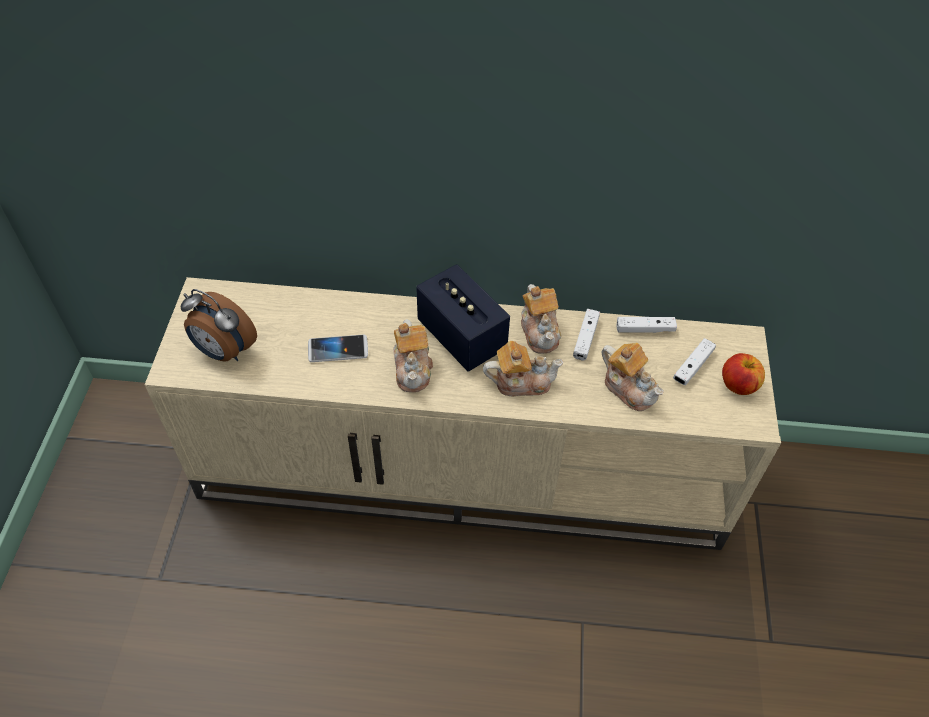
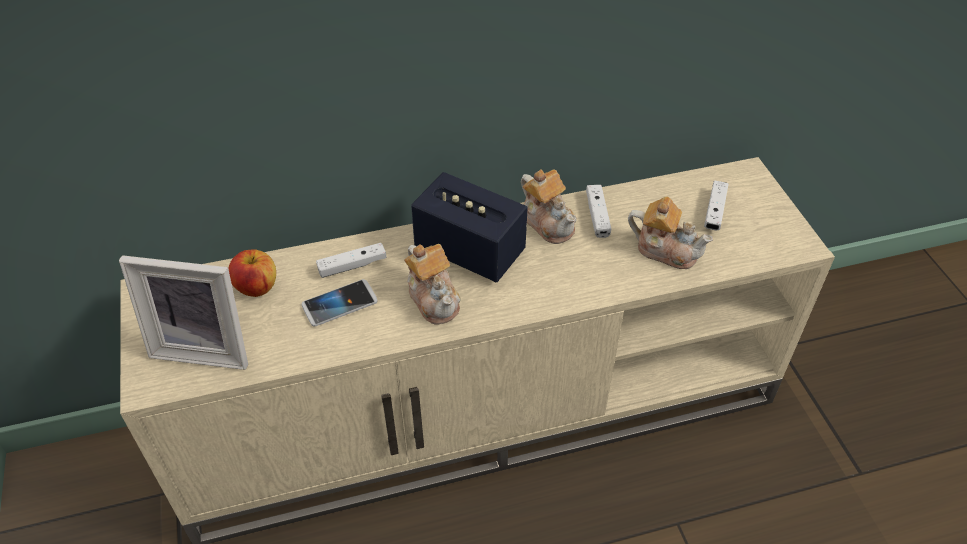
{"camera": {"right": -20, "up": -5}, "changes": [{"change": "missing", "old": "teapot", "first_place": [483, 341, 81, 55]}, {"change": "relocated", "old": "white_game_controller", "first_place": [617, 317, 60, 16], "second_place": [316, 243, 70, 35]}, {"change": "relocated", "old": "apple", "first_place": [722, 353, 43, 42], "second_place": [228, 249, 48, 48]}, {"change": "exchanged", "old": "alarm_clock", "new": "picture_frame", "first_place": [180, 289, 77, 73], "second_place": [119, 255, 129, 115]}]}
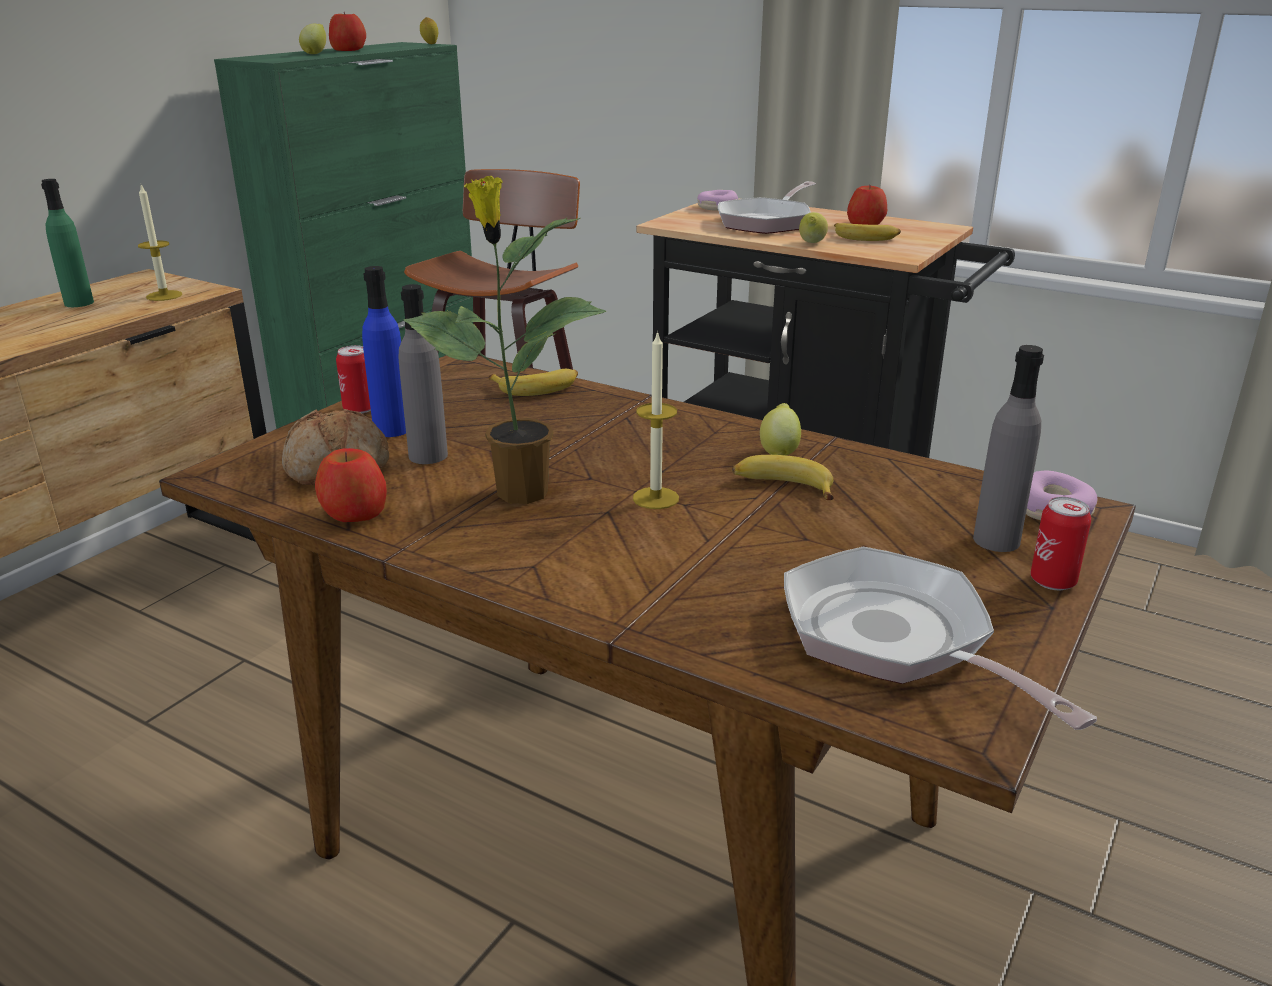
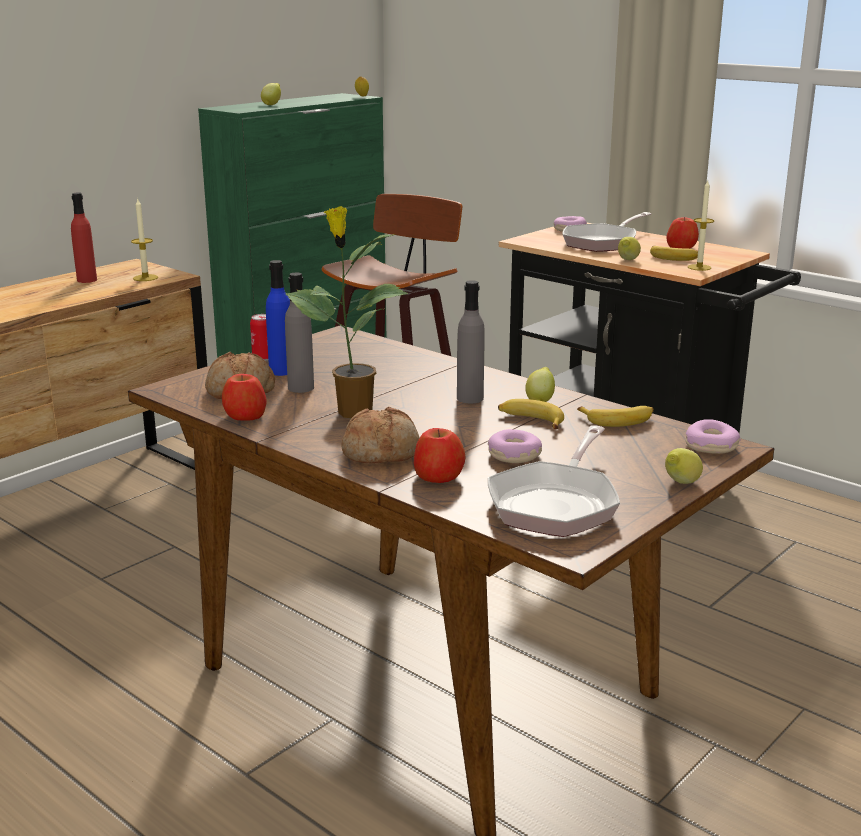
{"camera": {"right": 10, "up": -5}, "changes": [{"change": "appeared", "new": "bread", "second_place": [341, 407, 79, 56]}, {"change": "appeared", "new": "donut", "second_place": [488, 429, 54, 34]}, {"change": "relocated", "old": "apple", "first_place": [329, 11, 37, 40], "second_place": [414, 428, 52, 55]}, {"change": "relocated", "old": "banana", "first_place": [488, 369, 90, 27], "second_place": [577, 406, 77, 21]}, {"change": "relocated", "old": "candle", "first_place": [633, 331, 46, 178], "second_place": [688, 180, 26, 91]}, {"change": "relocated", "old": "grey_bottle", "first_place": [973, 345, 71, 207], "second_place": [457, 280, 28, 123]}, {"change": "exchanged", "old": "can", "new": "lemon", "first_place": [1030, 497, 61, 93], "second_place": [665, 448, 38, 36]}, {"change": "colour", "old": "green_bottle", "new": "red_bottle", "first_place": [41, 179, 53, 128], "second_place": [71, 193, 26, 90]}, {"change": "spun", "old": "frying_pan", "first_place": [784, 547, 313, 183], "second_place": [488, 425, 132, 112], "degrees": -135}]}
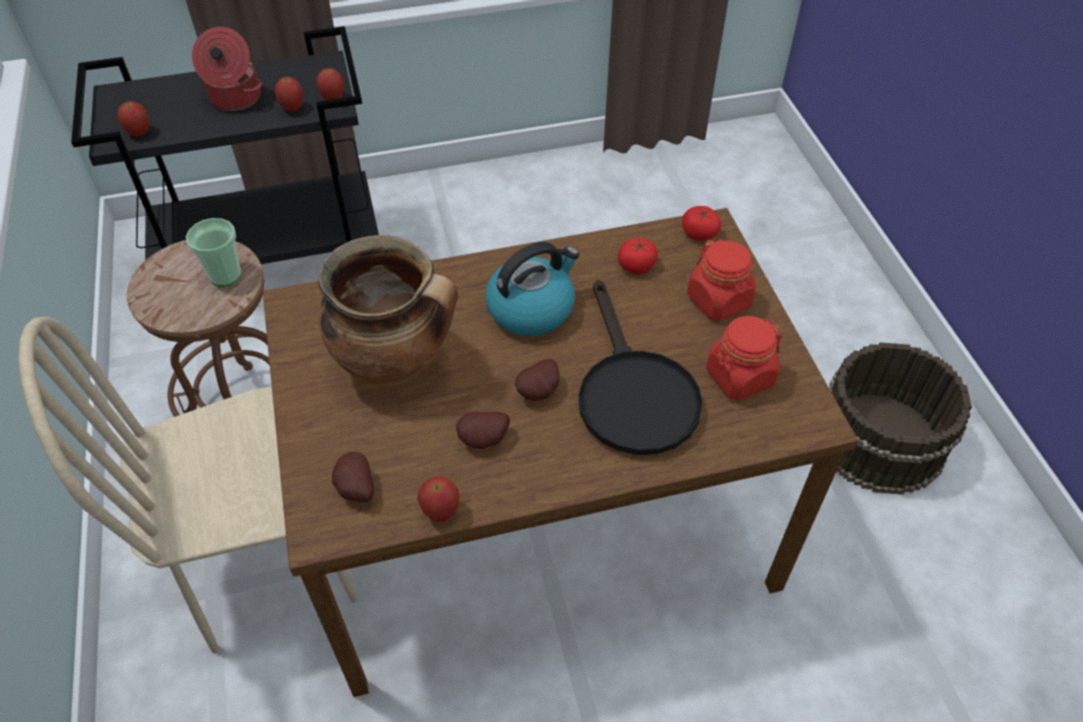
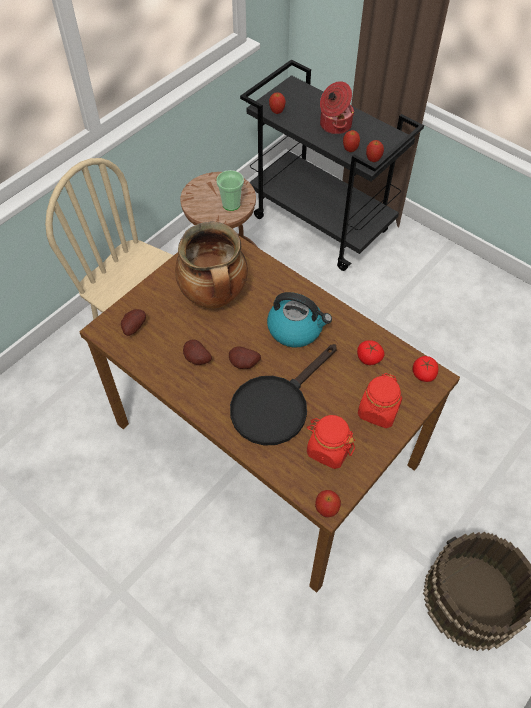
{"camera": {"right": 55, "up": 5}, "changes": [{"change": "relocated", "old": "apple", "first_place": [418, 477, 41, 45], "second_place": [315, 490, 26, 28]}]}
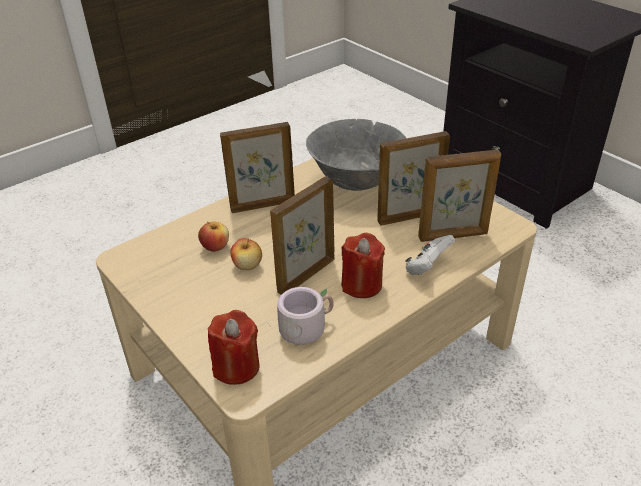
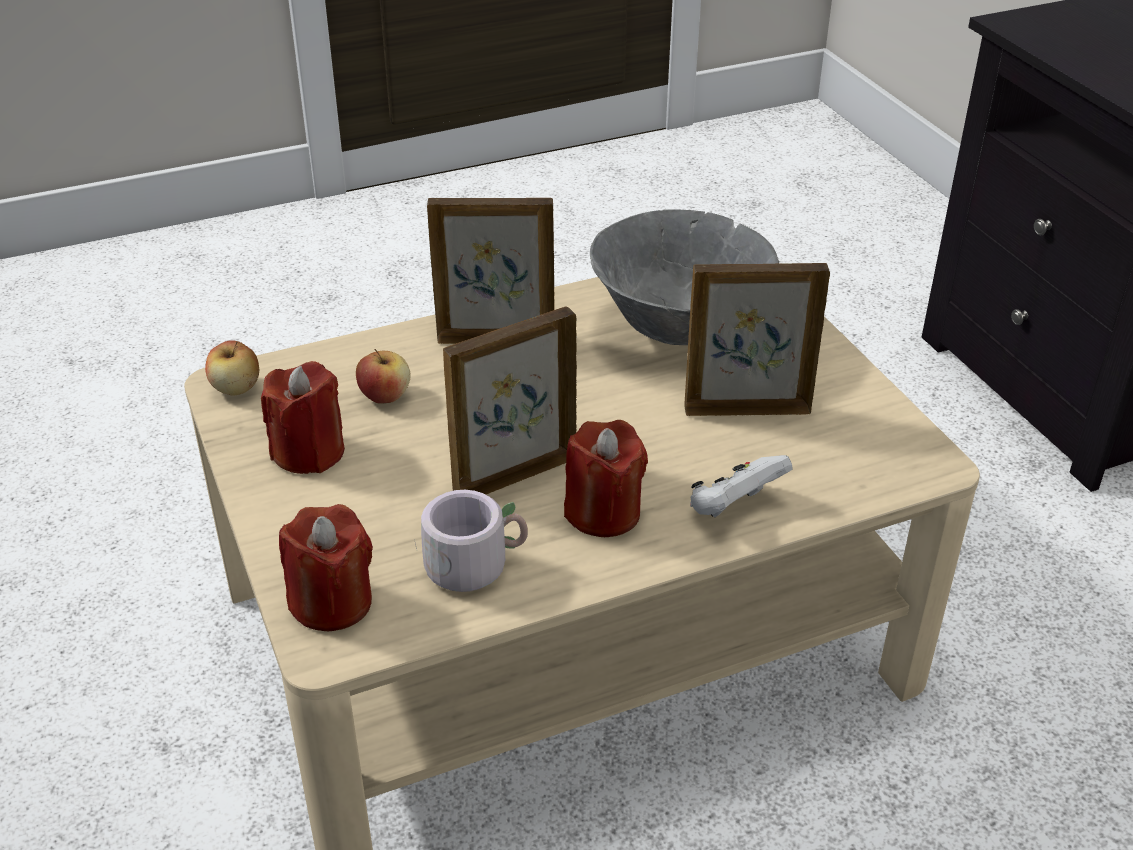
{"camera": {"right": 15, "up": 0}, "changes": [{"change": "missing", "old": "picture_frame", "first_place": [418, 150, 83, 92]}, {"change": "appeared", "new": "red_candle", "second_place": [261, 361, 84, 113]}, {"change": "relocated", "old": "apple", "first_place": [230, 238, 32, 32], "second_place": [205, 340, 54, 56]}]}
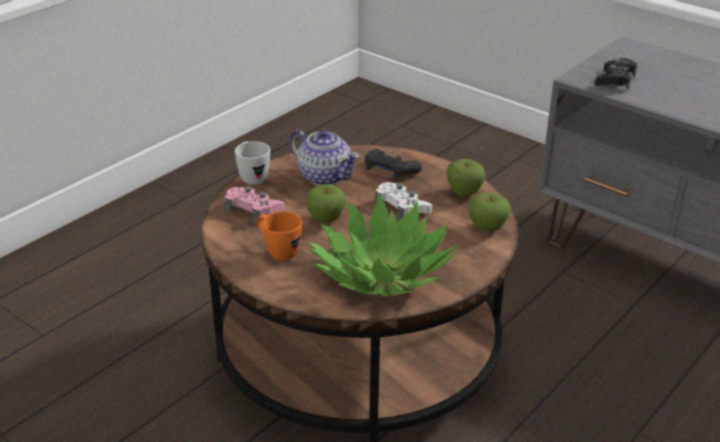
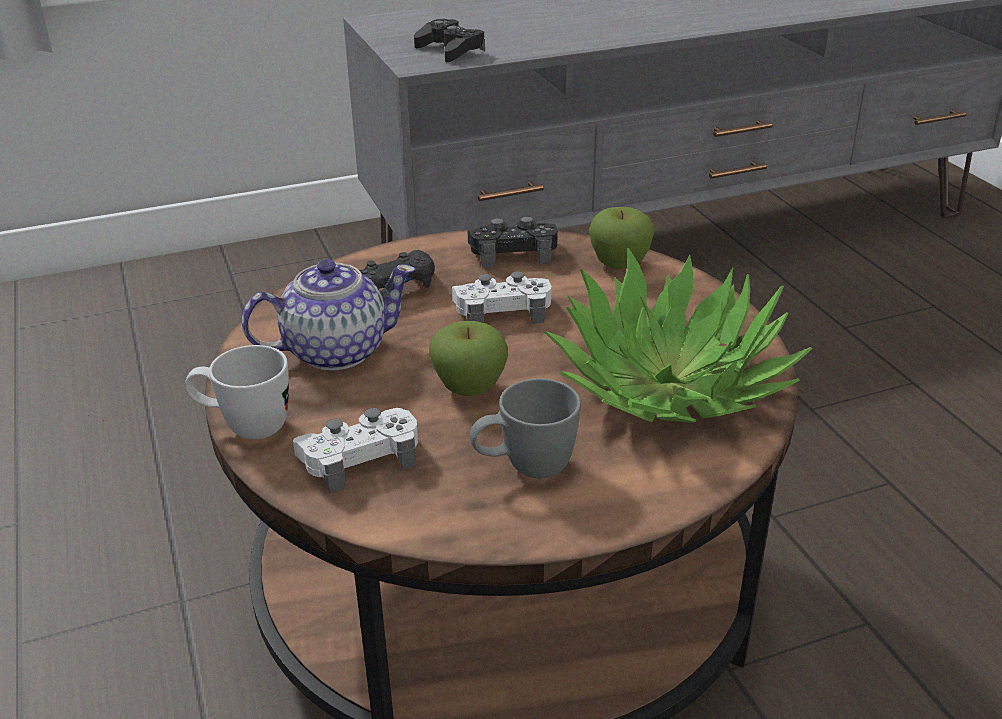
{"camera": {"right": -60, "up": 0}, "changes": [{"change": "exchanged", "old": "apple", "new": "black_game_controller", "first_place": [446, 159, 40, 38], "second_place": [468, 217, 90, 51]}, {"change": "colour", "old": "pink_game_controller", "new": "white_game_controller", "first_place": [225, 186, 60, 37], "second_place": [293, 408, 125, 85]}, {"change": "colour", "old": "orange_mug", "new": "grey_mug", "first_place": [257, 211, 45, 49], "second_place": [470, 378, 111, 100]}]}
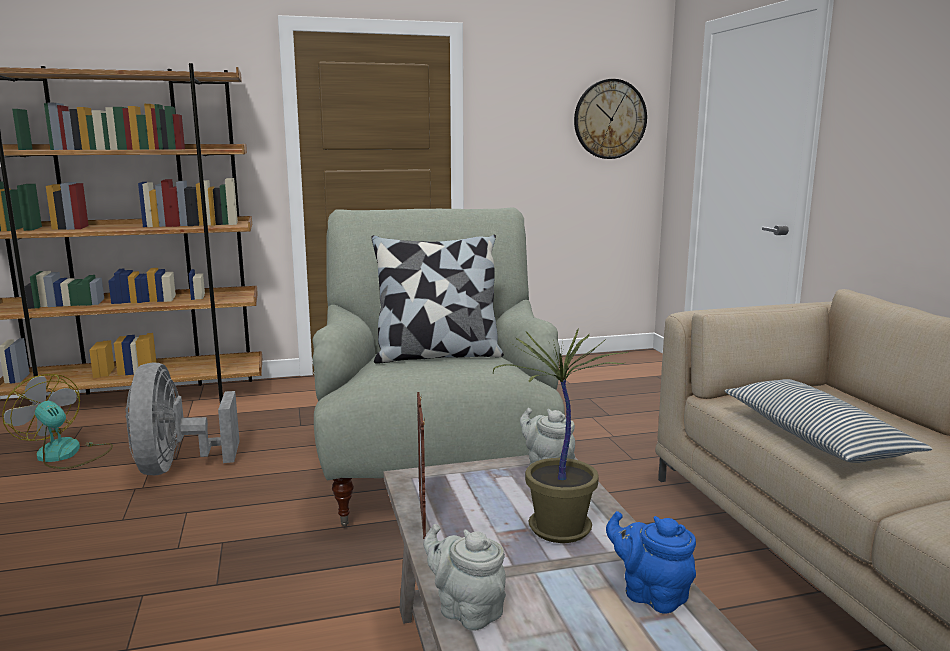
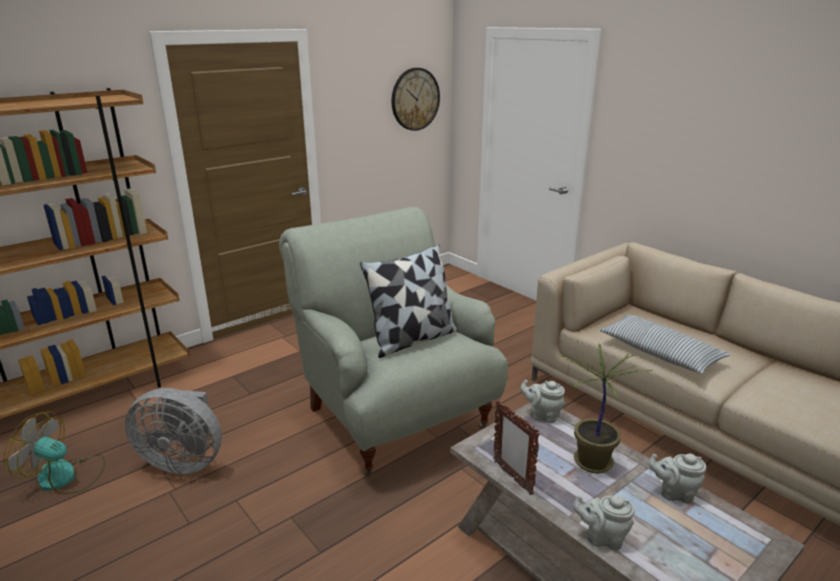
{"camera": {"right": -25, "up": 10}, "changes": [{"change": "colour", "old": "blue_teapot", "new": "grey_teapot", "first_place": [606, 511, 90, 102], "second_place": [648, 454, 58, 50]}, {"change": "spun", "old": "grey_fan", "first_place": [125, 362, 114, 113], "second_place": [125, 388, 97, 86], "degrees": -45}]}
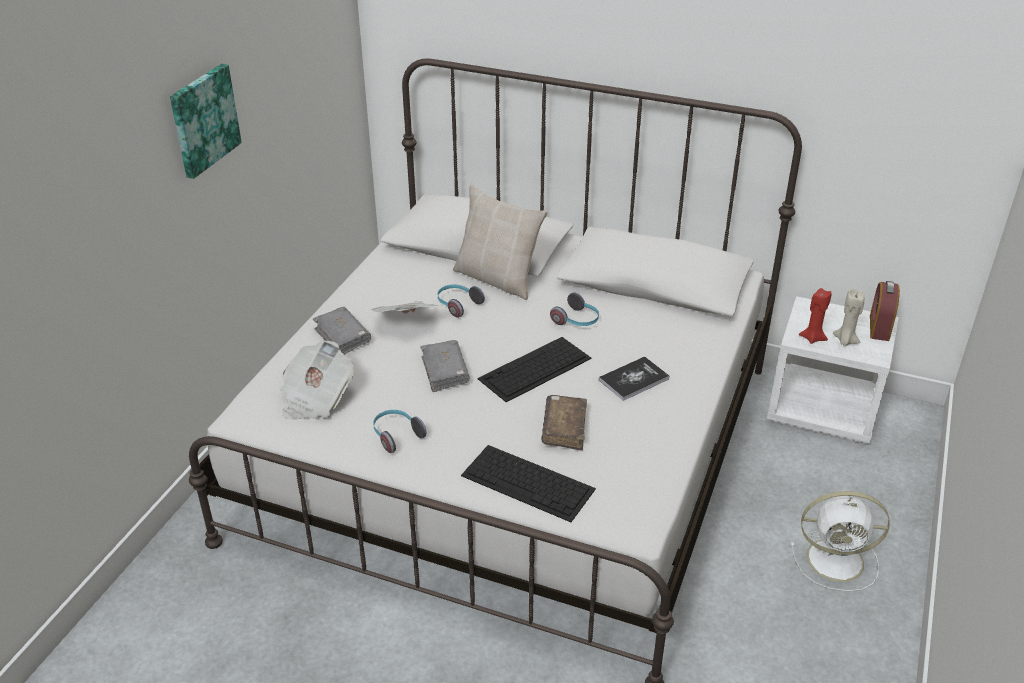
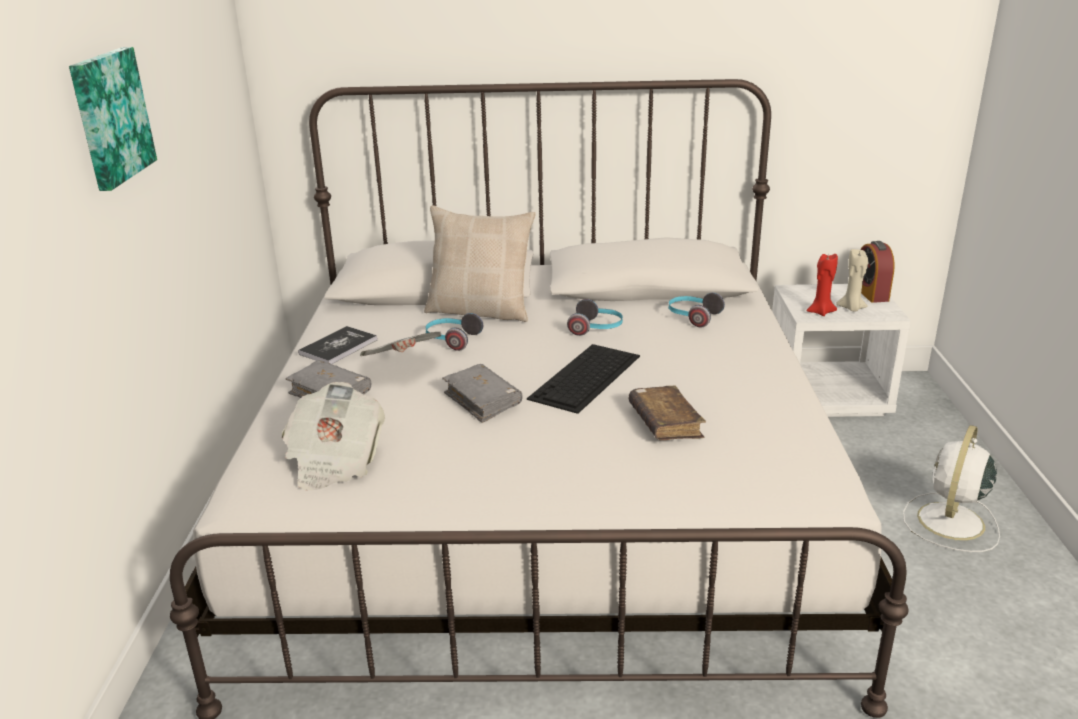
{"camera": {"right": -20, "up": -10}, "changes": [{"change": "missing", "old": "keyboard", "first_place": [461, 445, 135, 77]}, {"change": "relocated", "old": "headphones", "first_place": [373, 410, 53, 43], "second_place": [668, 293, 57, 34]}, {"change": "relocated", "old": "book", "first_place": [599, 357, 70, 44], "second_place": [298, 326, 79, 38]}, {"change": "spun", "old": "white_fan", "first_place": [790, 491, 100, 101], "second_place": [903, 425, 97, 127], "degrees": 135}]}
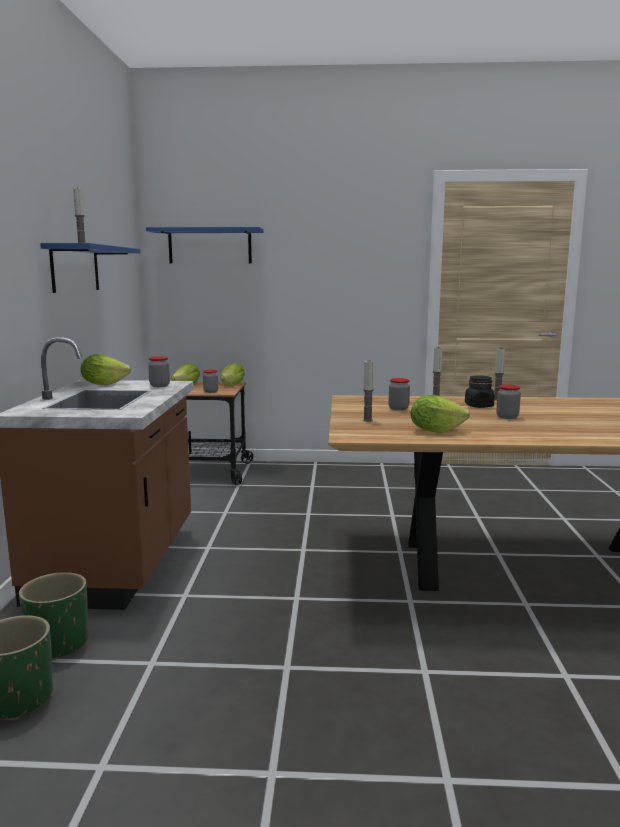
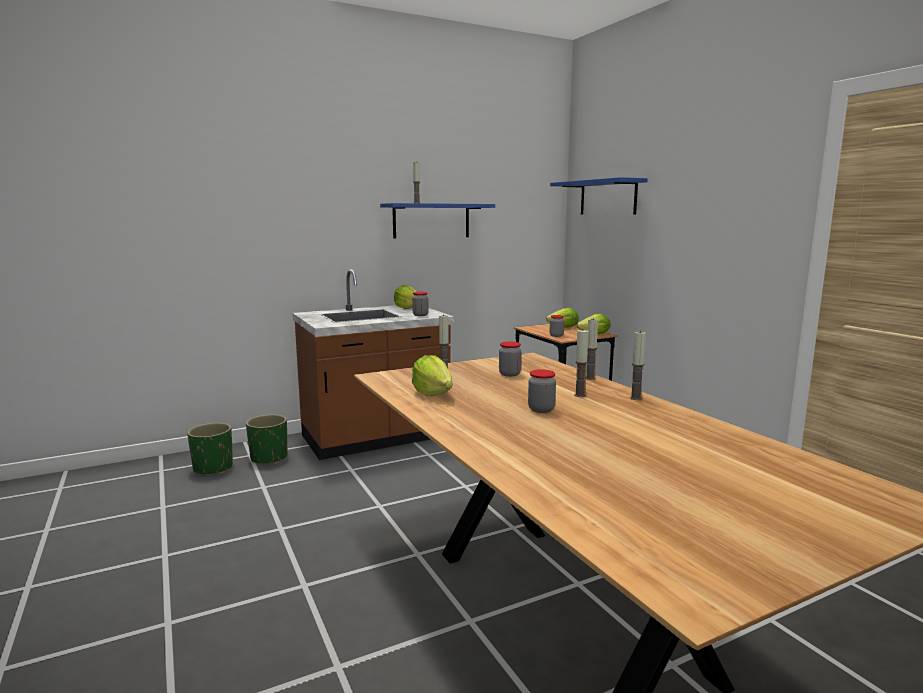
{"camera": {"right": 60, "up": 0}, "changes": [{"change": "exchanged", "old": "black_jar", "new": "candle", "first_place": [465, 375, 30, 33], "second_place": [574, 330, 15, 67]}]}
